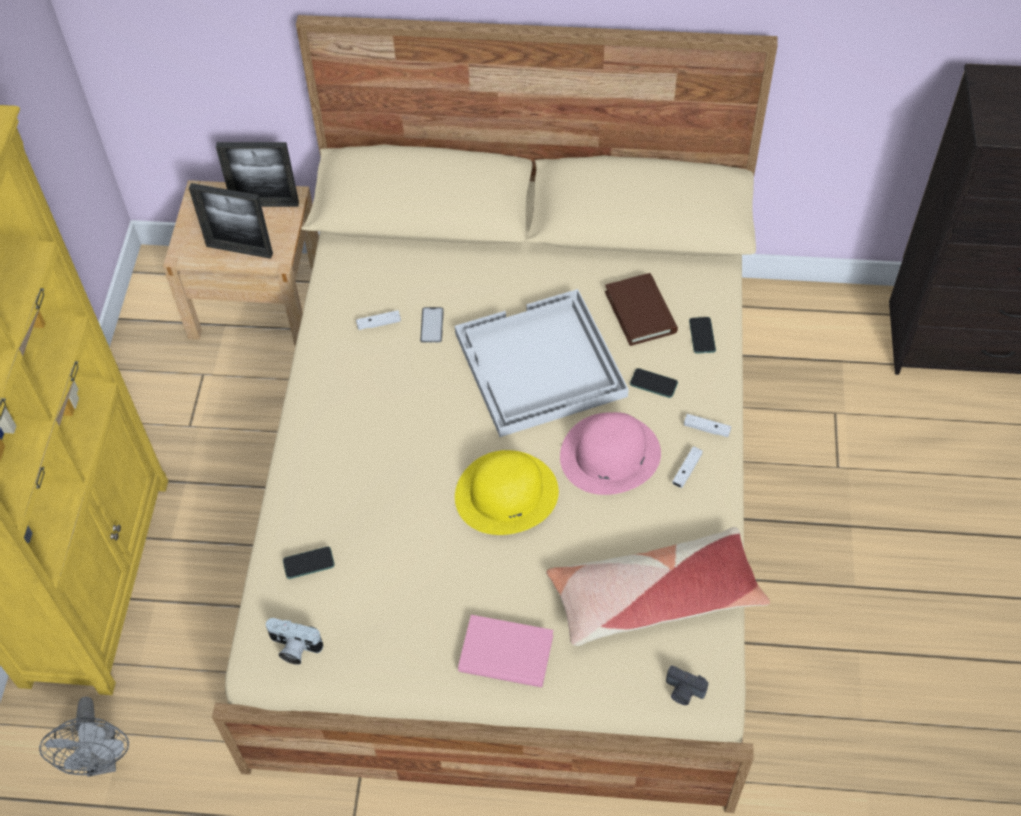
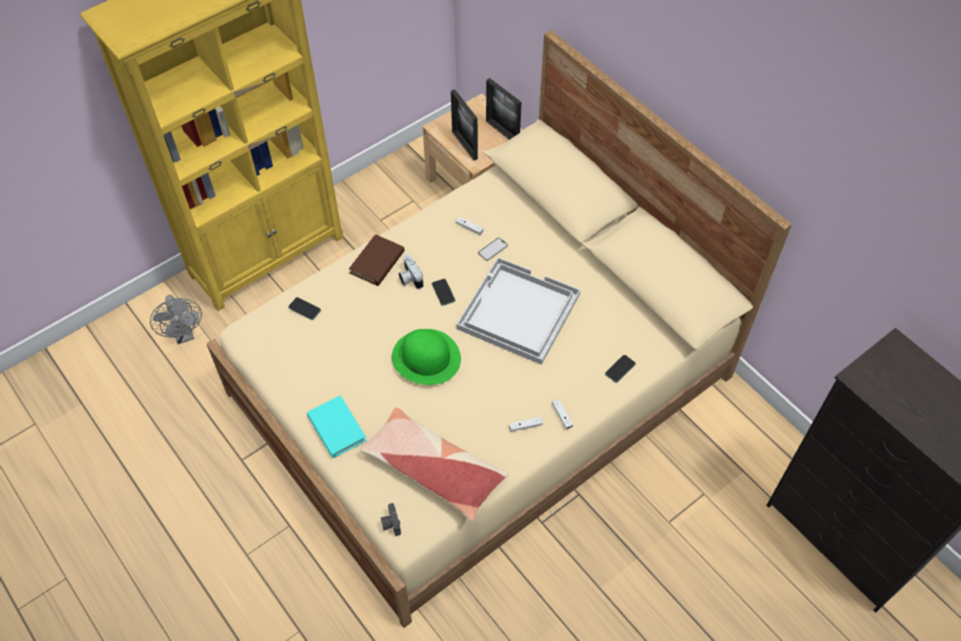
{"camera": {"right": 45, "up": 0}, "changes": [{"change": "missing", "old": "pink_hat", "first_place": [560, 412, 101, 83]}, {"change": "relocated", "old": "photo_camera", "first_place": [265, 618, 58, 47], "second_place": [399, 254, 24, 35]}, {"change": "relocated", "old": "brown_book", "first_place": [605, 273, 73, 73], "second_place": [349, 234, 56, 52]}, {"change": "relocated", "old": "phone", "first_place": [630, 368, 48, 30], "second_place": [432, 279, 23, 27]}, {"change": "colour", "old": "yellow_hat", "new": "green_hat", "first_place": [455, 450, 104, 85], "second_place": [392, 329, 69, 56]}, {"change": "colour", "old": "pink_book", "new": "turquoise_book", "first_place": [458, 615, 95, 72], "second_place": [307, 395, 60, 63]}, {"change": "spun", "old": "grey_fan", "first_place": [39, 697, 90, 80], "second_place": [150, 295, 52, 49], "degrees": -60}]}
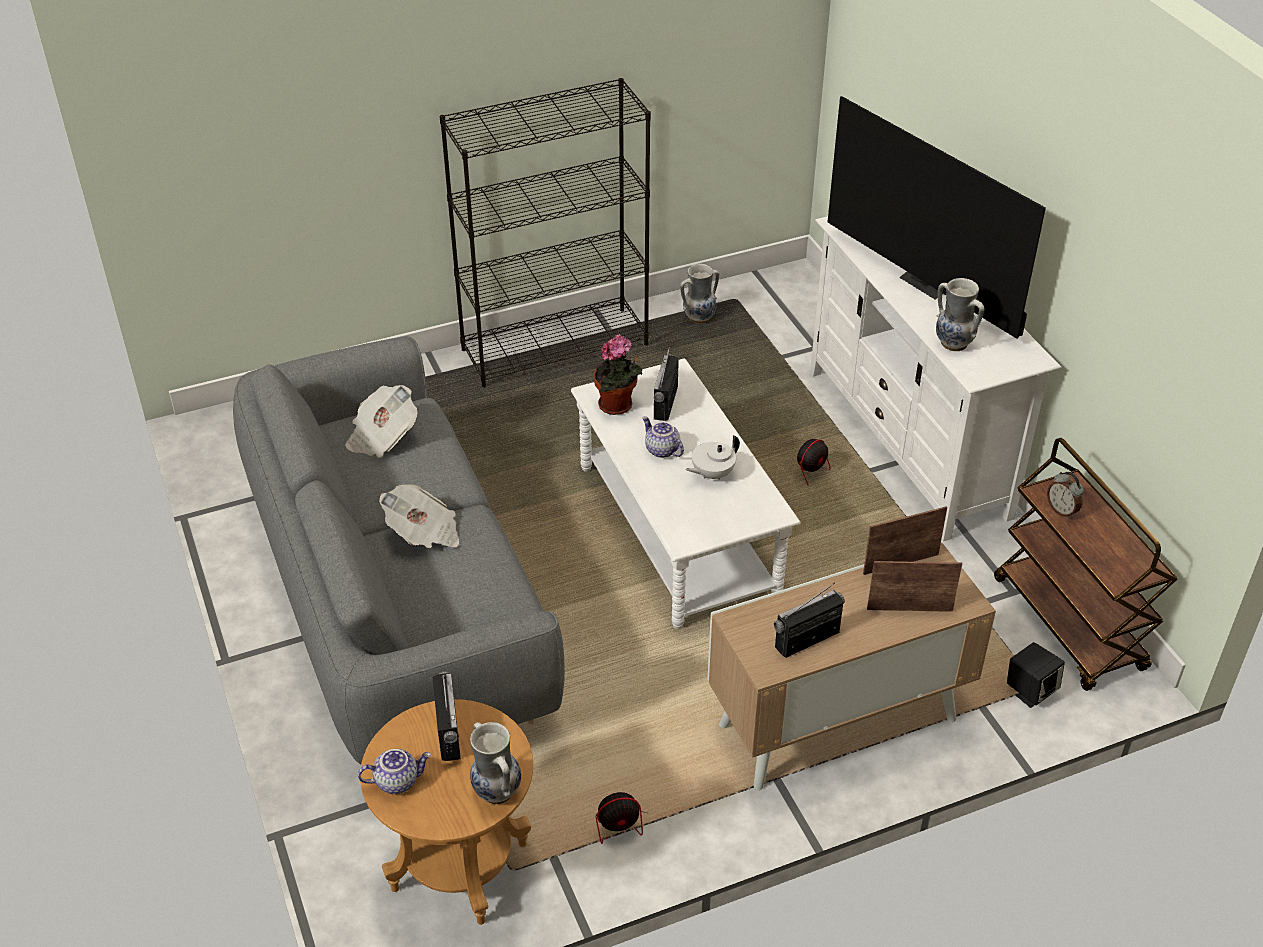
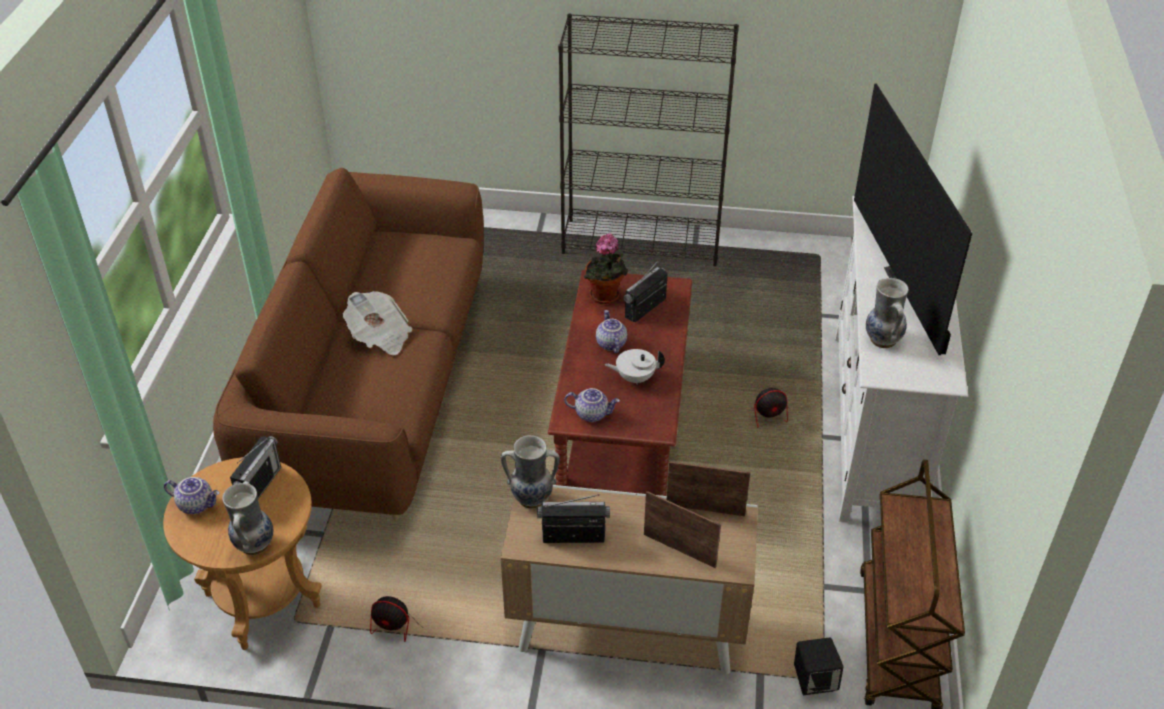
{"camera": {"right": 30, "up": 0}, "changes": [{"change": "missing", "old": "newspaper", "first_place": [345, 385, 73, 73]}, {"change": "missing", "old": "alarm_clock", "first_place": [1047, 472, 37, 47]}, {"change": "appeared", "new": "teapot", "second_place": [564, 388, 56, 34]}, {"change": "relocated", "old": "vase", "first_place": [680, 264, 39, 59], "second_place": [501, 435, 59, 74]}, {"change": "colour", "old": "grey_sofa", "new": "brown_sofa", "first_place": [233, 336, 332, 429], "second_place": [213, 168, 271, 352]}, {"change": "colour", "old": "white_coffee_table", "new": "brown_coffee_table", "first_place": [571, 359, 229, 270], "second_place": [548, 270, 144, 226]}]}
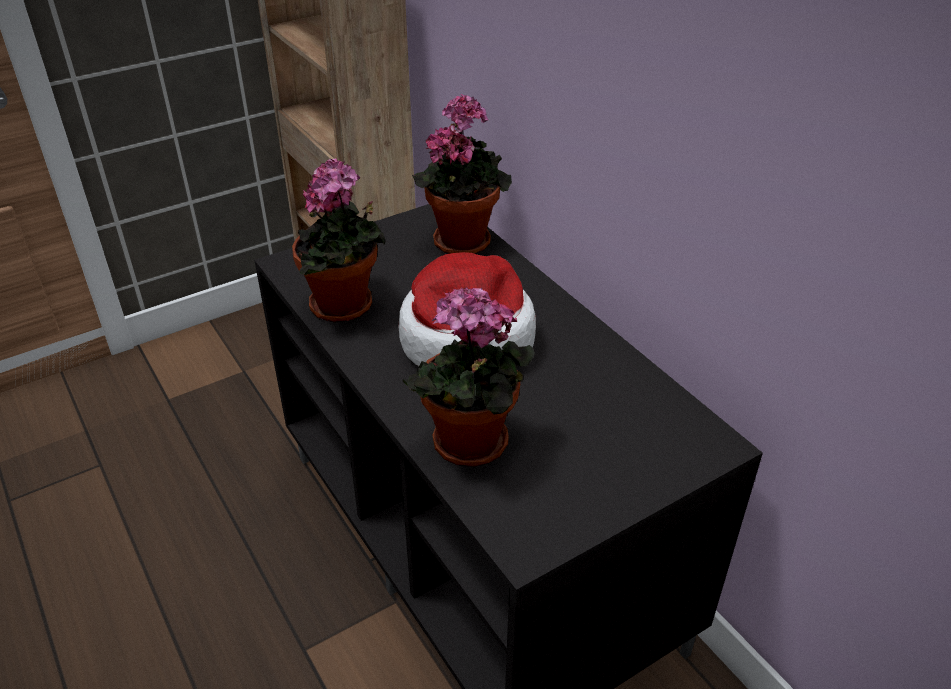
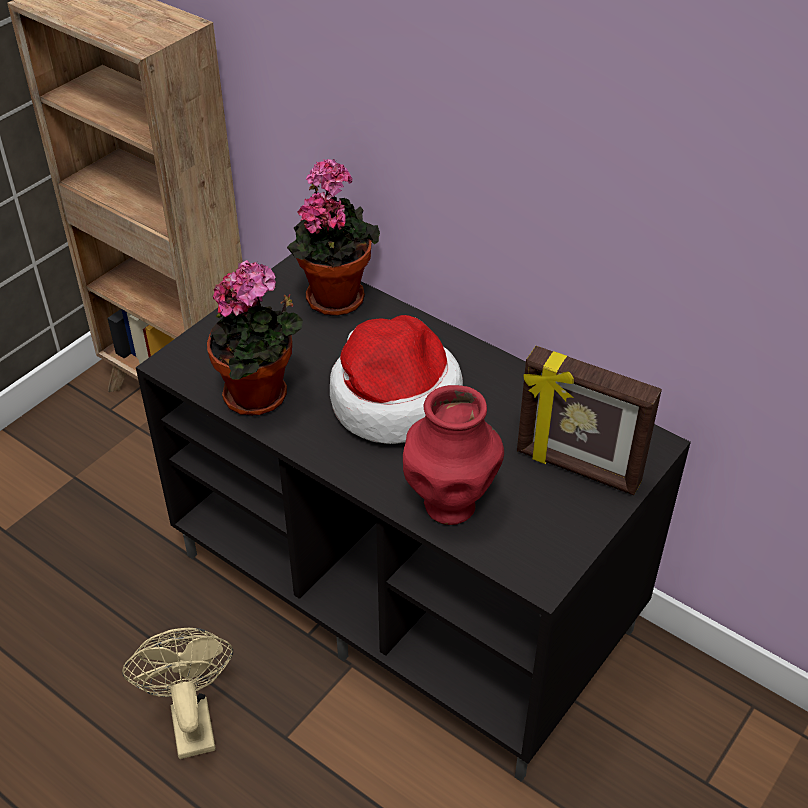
{"camera": {"right": -20, "up": 5}, "changes": [{"change": "appeared", "new": "beige_fan", "second_place": [122, 628, 111, 131]}, {"change": "appeared", "new": "picture_frame", "second_place": [517, 346, 145, 149]}, {"change": "exchanged", "old": "potted_plant", "new": "red_vase", "first_place": [403, 287, 132, 180], "second_place": [403, 385, 101, 140]}]}
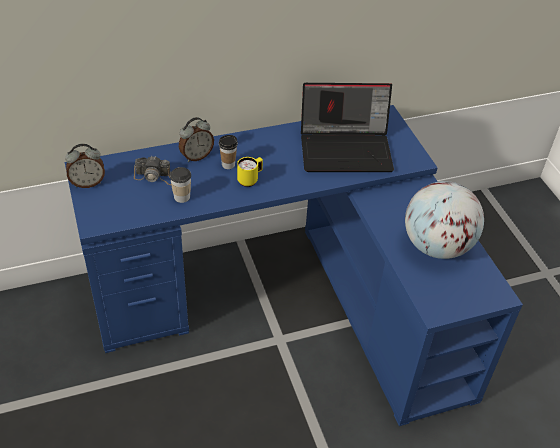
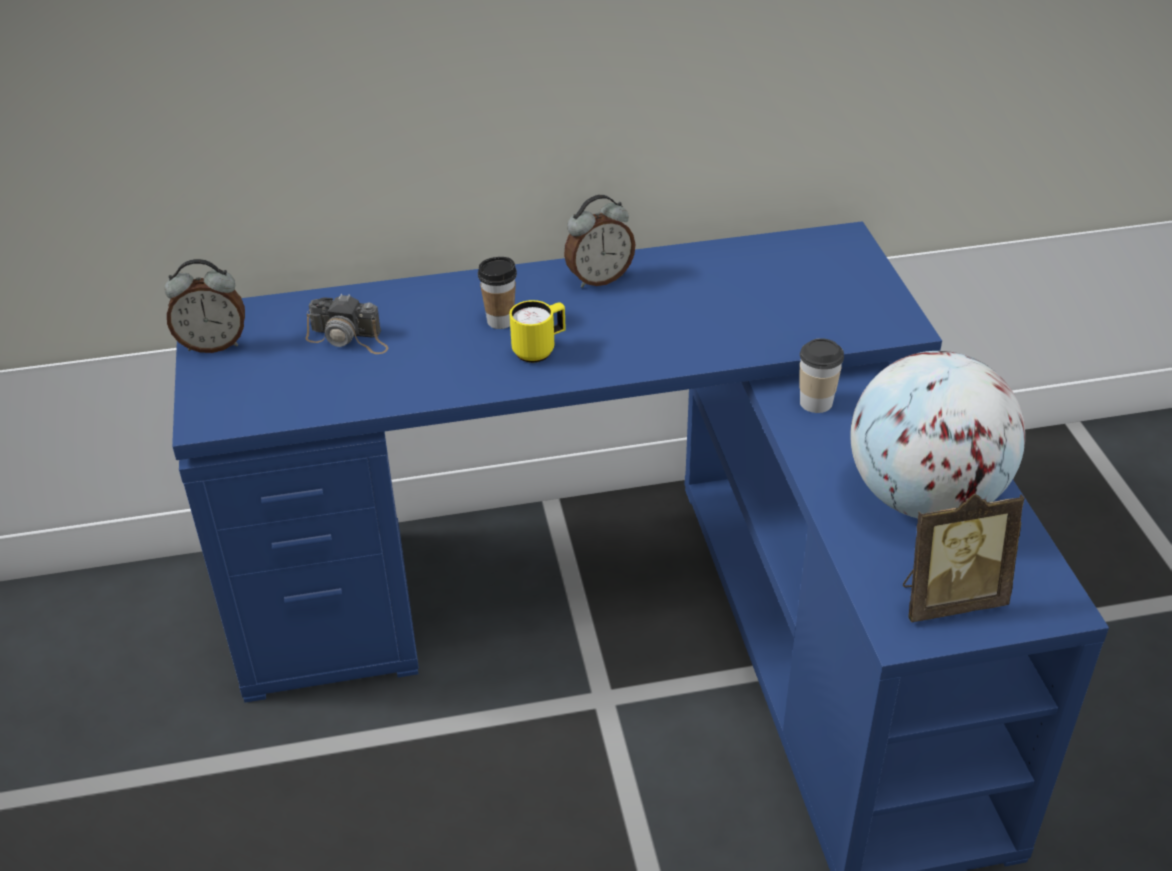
{"camera": {"right": 10, "up": -5}, "changes": [{"change": "missing", "old": "laptop", "first_place": [301, 83, 93, 89]}, {"change": "appeared", "new": "picture_frame", "second_place": [903, 494, 122, 128]}, {"change": "relocated", "old": "cup", "first_place": [170, 167, 21, 36], "second_place": [799, 338, 45, 75]}, {"change": "relocated", "old": "alarm_clock", "first_place": [179, 117, 35, 45], "second_place": [564, 195, 72, 93]}]}
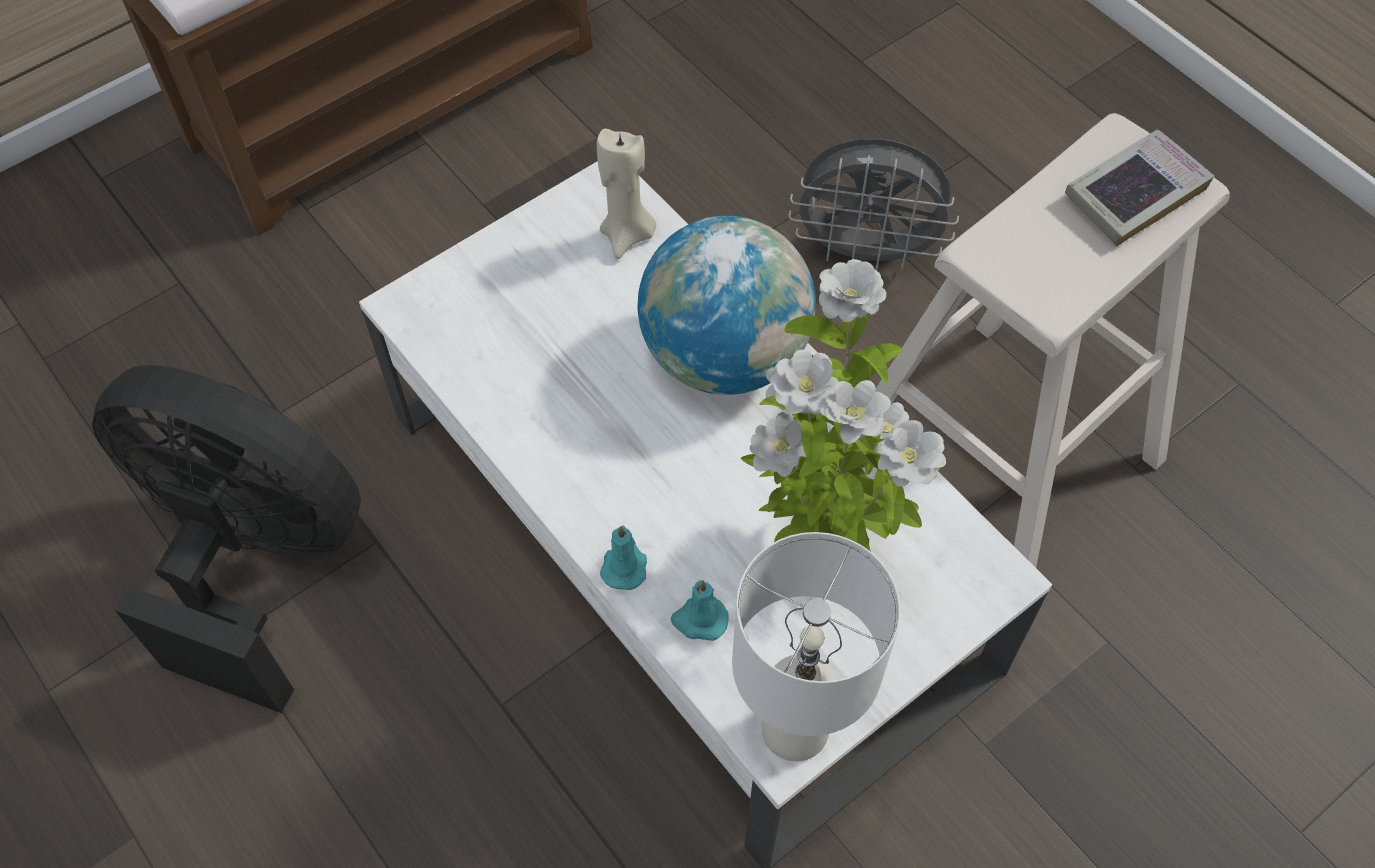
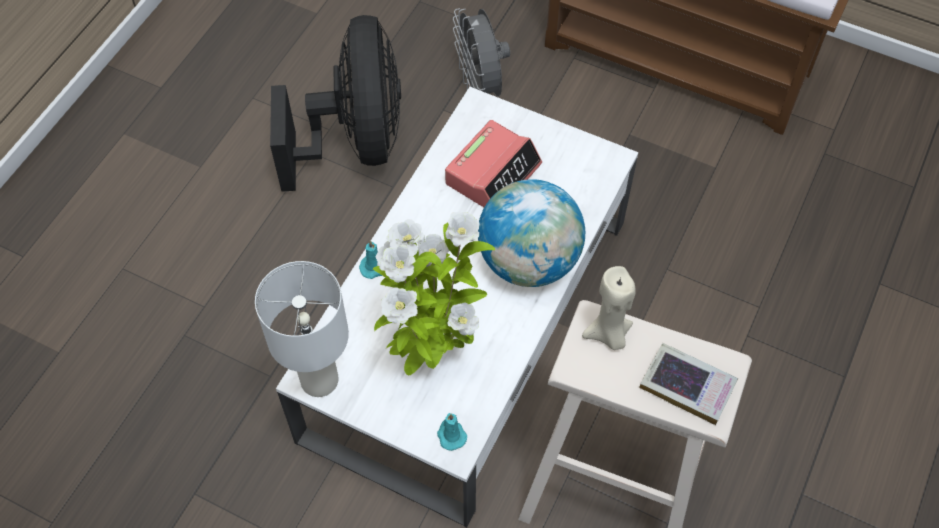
{"camera": {"right": 65, "up": 0}, "changes": [{"change": "appeared", "new": "alarm_clock", "second_place": [445, 120, 97, 87]}, {"change": "relocated", "old": "beige_candle", "first_place": [597, 128, 59, 131], "second_place": [582, 266, 54, 84]}, {"change": "relocated", "old": "turquoise_candle", "first_place": [671, 580, 57, 61], "second_place": [437, 413, 30, 38]}, {"change": "relocated", "old": "grey_fan", "first_place": [788, 138, 171, 133], "second_place": [453, 8, 57, 89]}]}
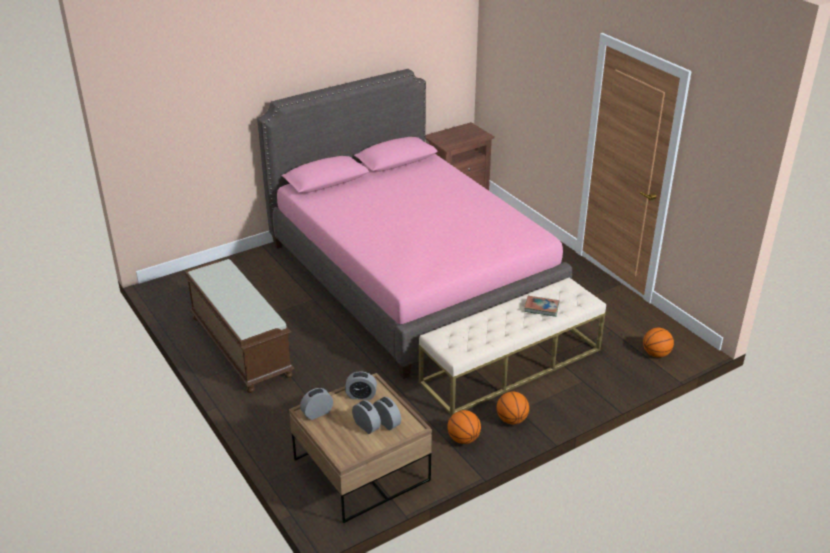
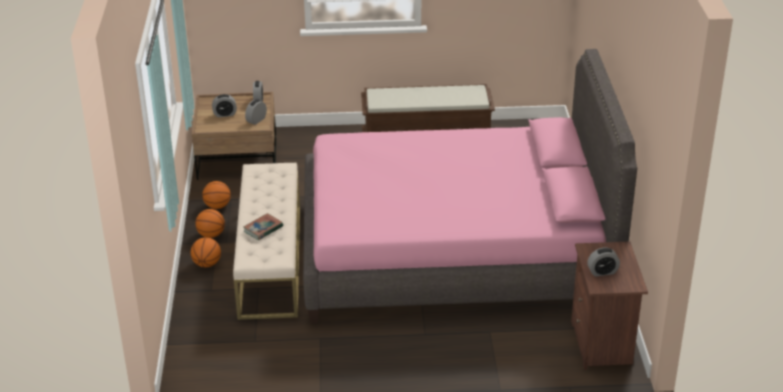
{"camera": {"right": 120, "up": 0}, "changes": [{"change": "relocated", "old": "alarm_clock", "first_place": [373, 397, 28, 33], "second_place": [587, 248, 33, 29]}, {"change": "relocated", "old": "basketball", "first_place": [643, 328, 31, 30], "second_place": [191, 237, 30, 30]}]}
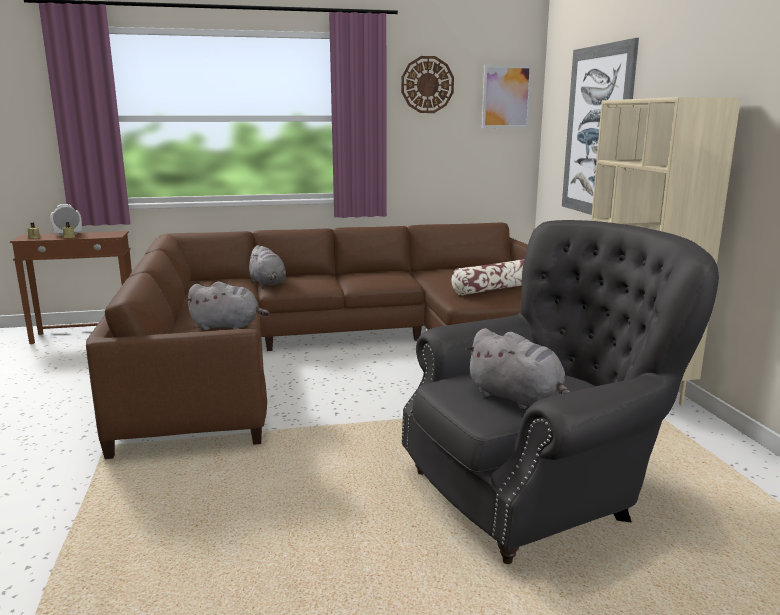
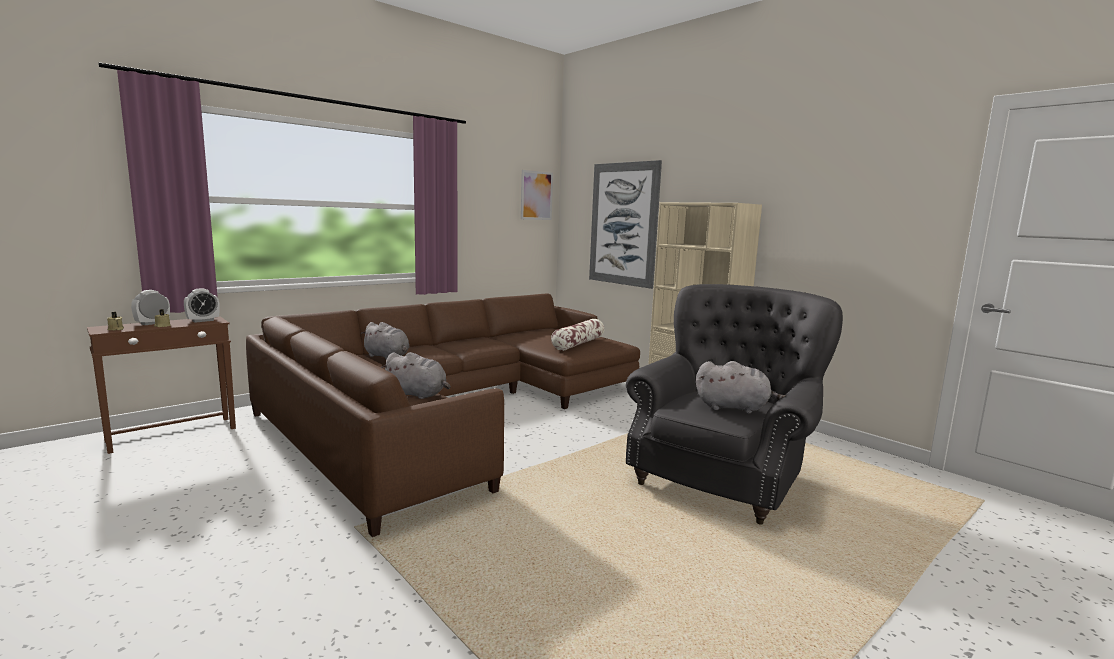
{"camera": {"right": -30, "up": -5}, "changes": [{"change": "missing", "old": "wall_clock", "first_place": [401, 56, 53, 57]}, {"change": "appeared", "new": "alarm_clock", "second_place": [184, 288, 36, 35]}, {"change": "spun", "old": "grey_plush_toy", "first_place": [185, 282, 84, 48], "second_place": [381, 352, 69, 47], "degrees": 45}]}
